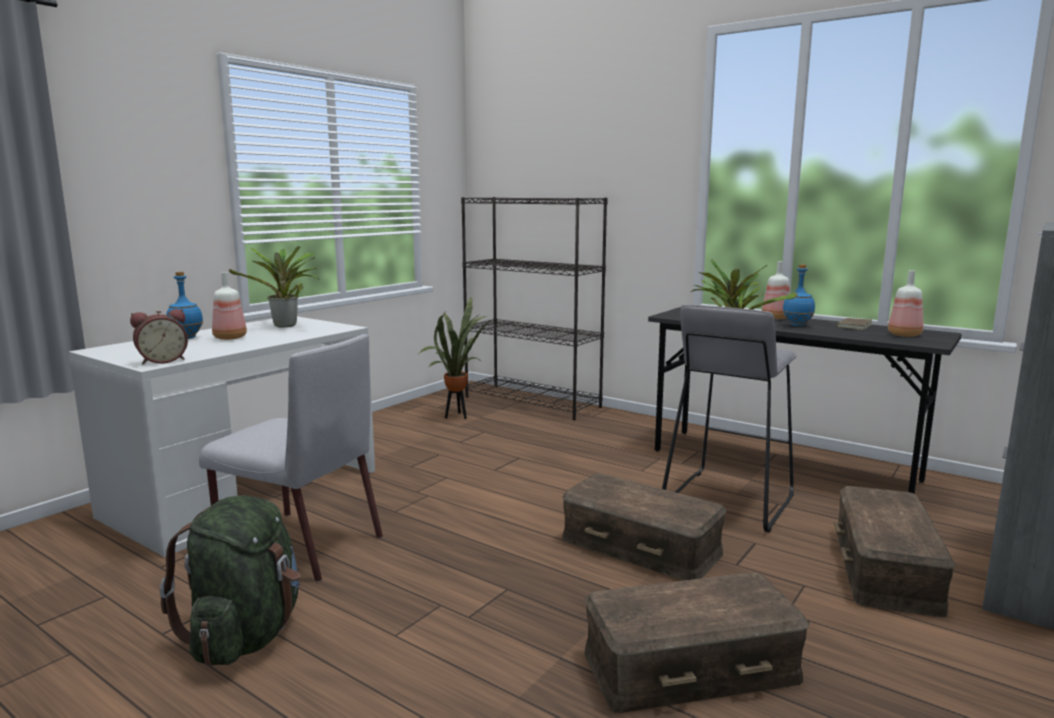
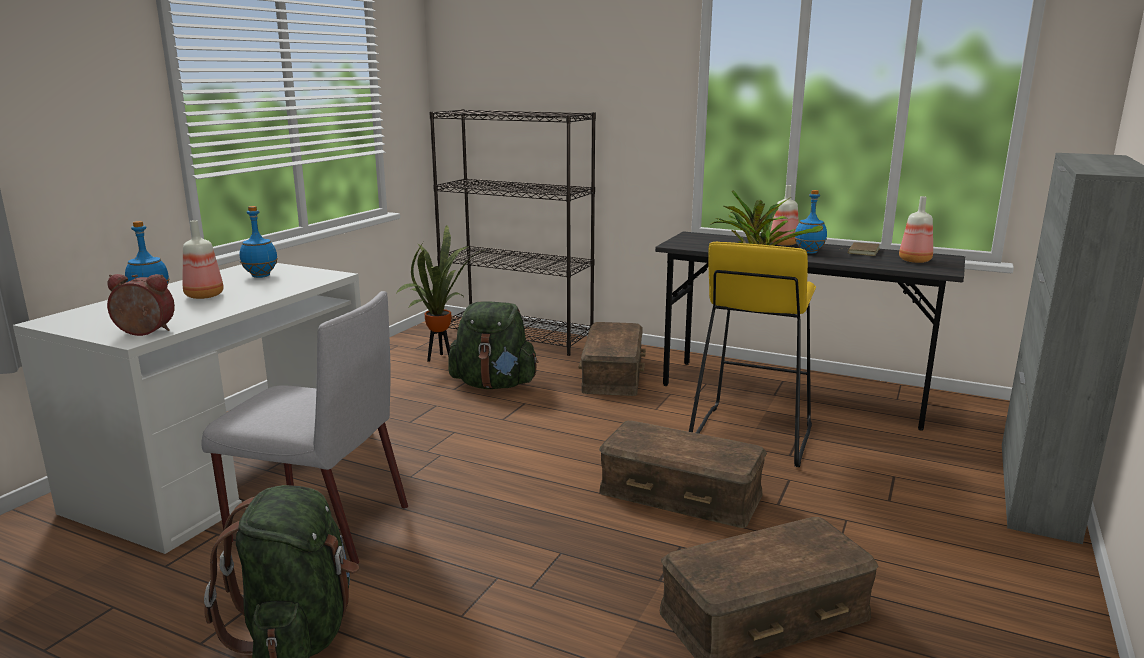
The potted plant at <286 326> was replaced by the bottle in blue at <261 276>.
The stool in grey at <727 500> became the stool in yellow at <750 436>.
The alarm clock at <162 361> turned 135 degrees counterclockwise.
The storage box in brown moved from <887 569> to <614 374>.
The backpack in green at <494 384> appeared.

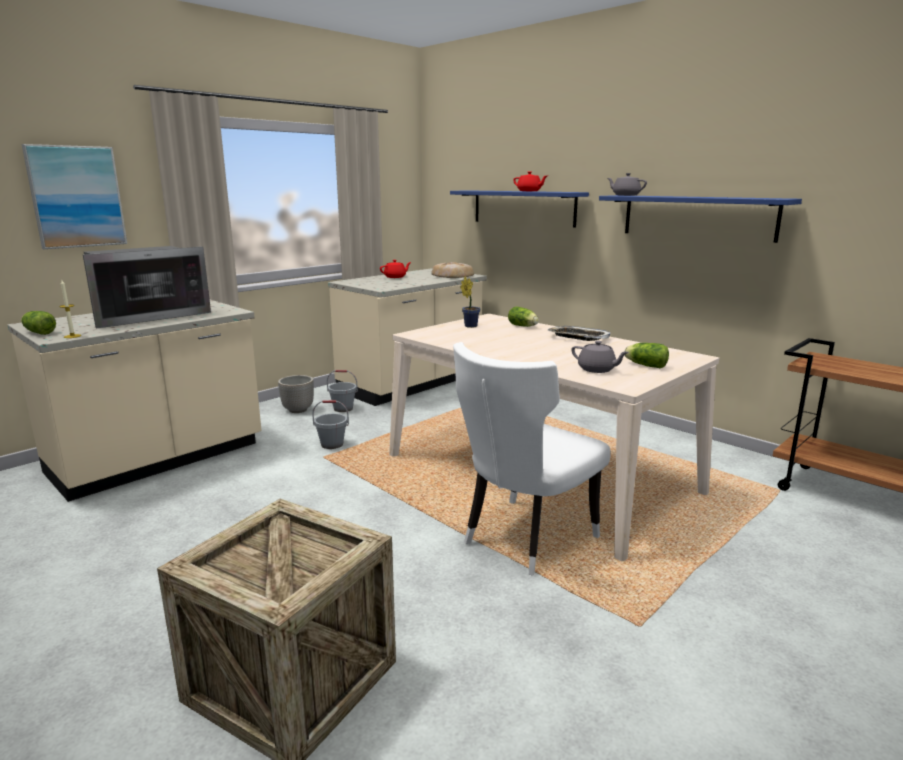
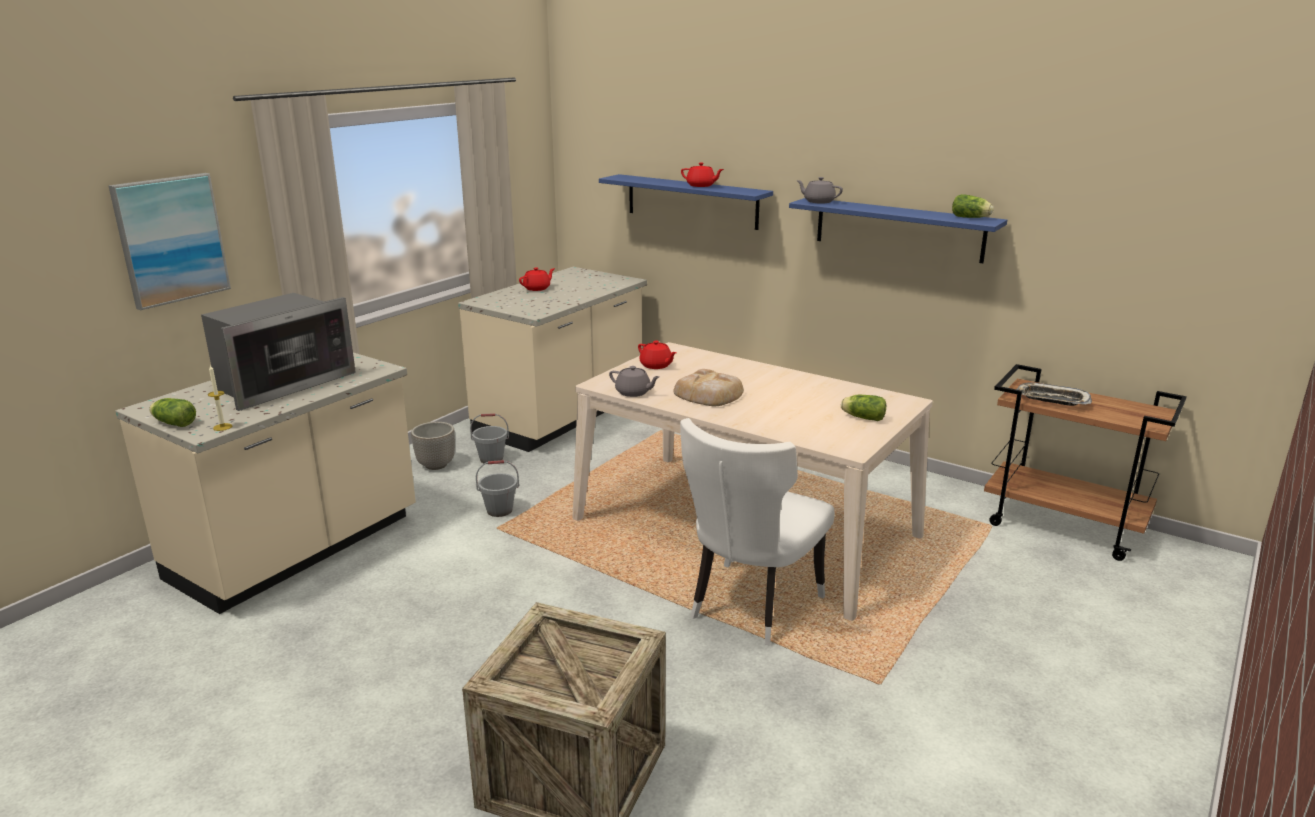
The bread moved from <452 275> to <709 395>.
The potted plant at <469 326> was replaced by the teapot in red at <656 366>.
The lettuce moved from <523 326> to <971 218>.
The tray moved from <578 337> to <1052 399>.
The teapot in grey moved from <597 369> to <633 392>.

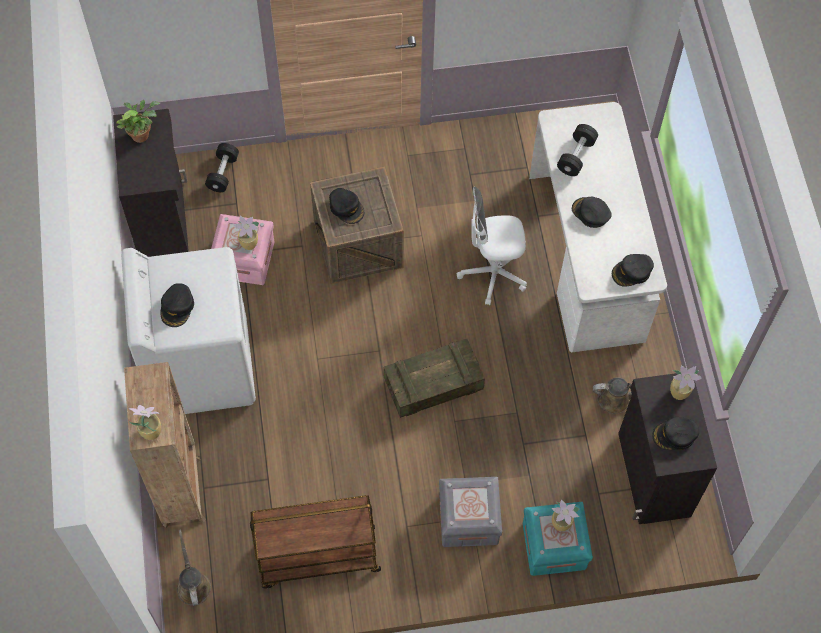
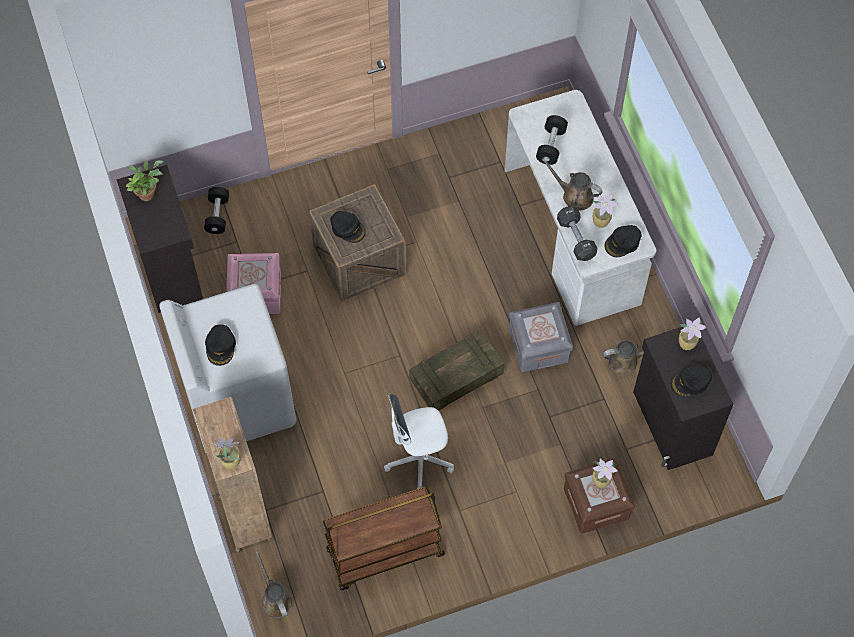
The office chair in white moved from <493 274> to <419 460>.
The cap in black at <590 213> was replaced by the watering can in brown at <574 196>.
The potted plant moved from <250 244> to <601 222>.
The storage box in grey moved from <468 519> to <538 346>.
The storage box in turquoise at <554 546> became the storage box in brown at <596 503>.
The dumbbell in black at <576 238> appeared.

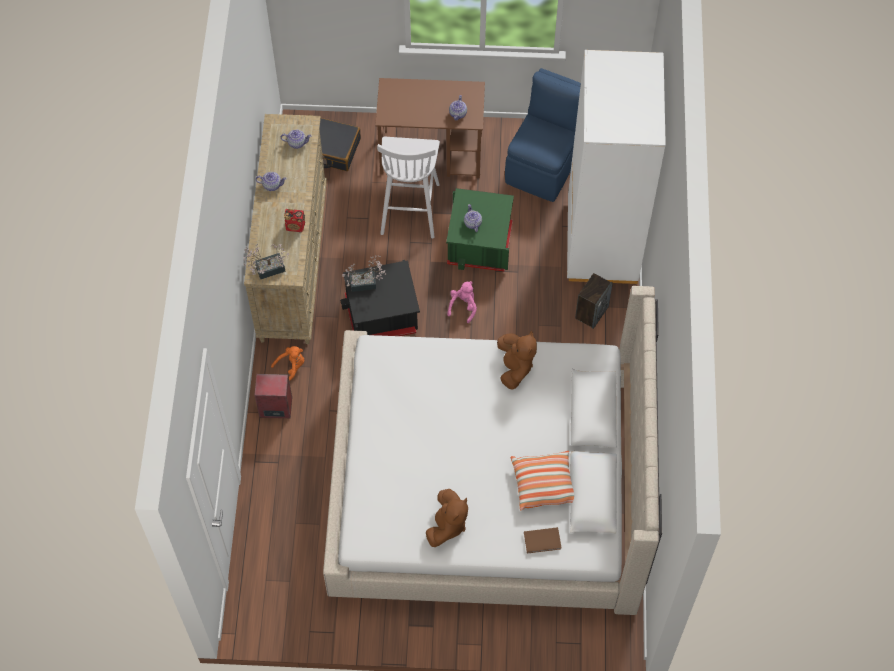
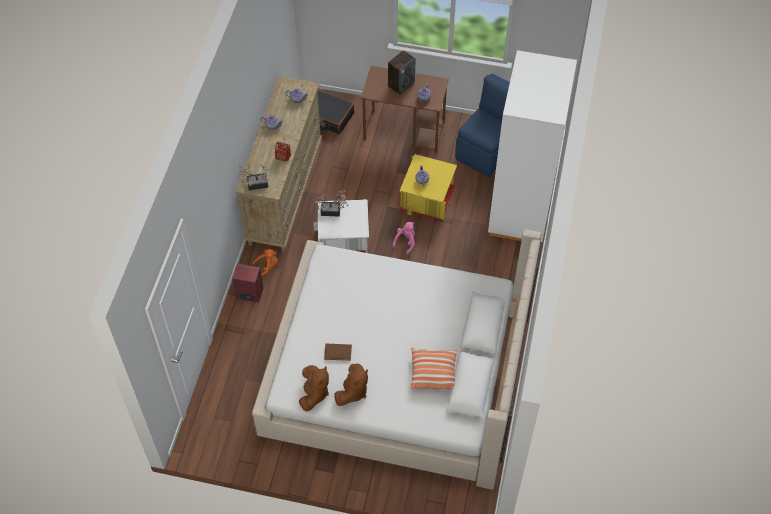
The stool in white at <410 207> disappeared.
The storage box in green at <480 242> became the storage box in yellow at <428 197>.
The storage box in black at <382 314> became the storage box in white at <343 238>.
The speaker moved from <591 312> to <401 84>.
The plush toy in brown moved from <515 367> to <314 394>.
The book in brown moved from <543 541> to <338 353>.

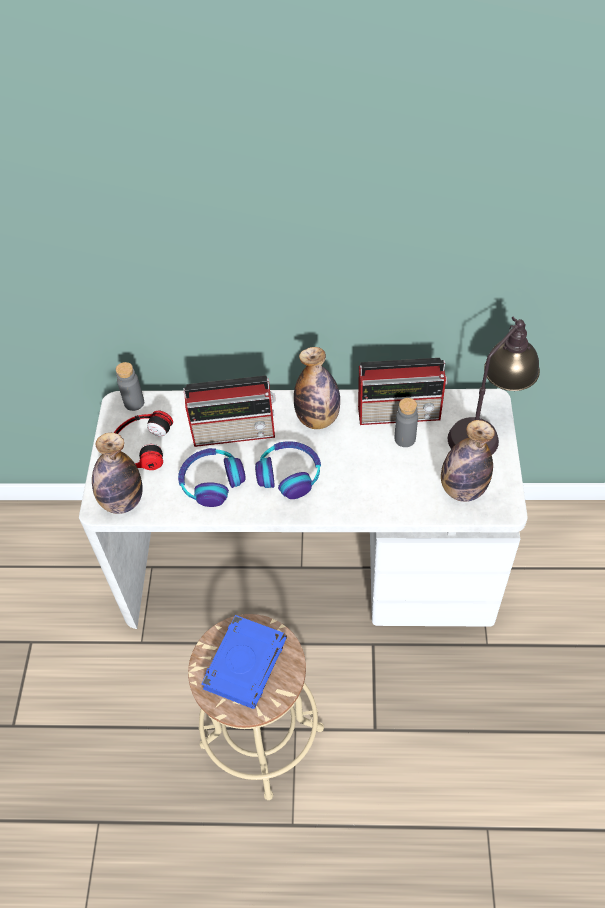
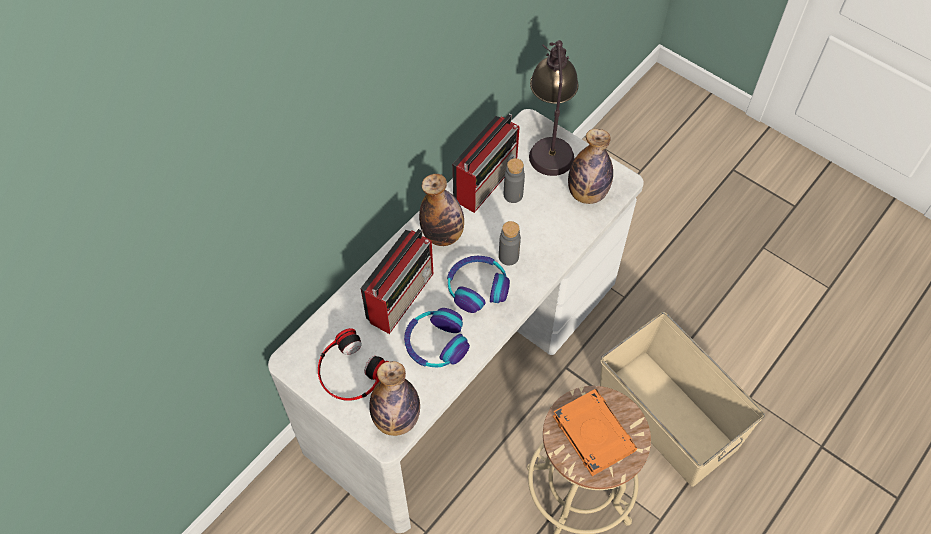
The bottle in grey moved from <134 403> to <508 257>.
The book in blue at <245 663> became the book in orange at <592 433>.
The storage box in beige at <667 417> appeared.

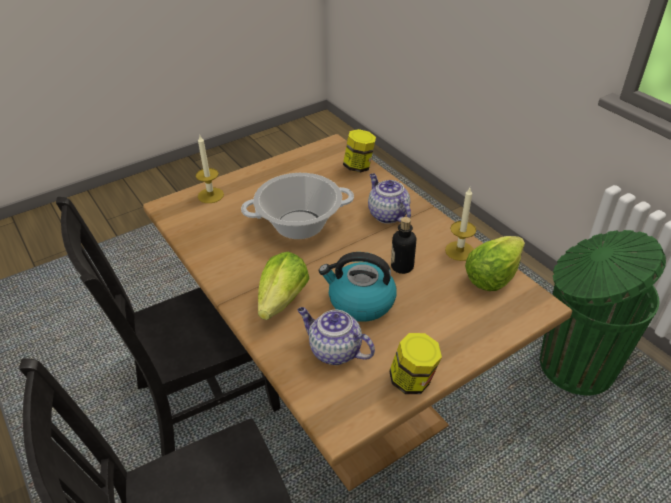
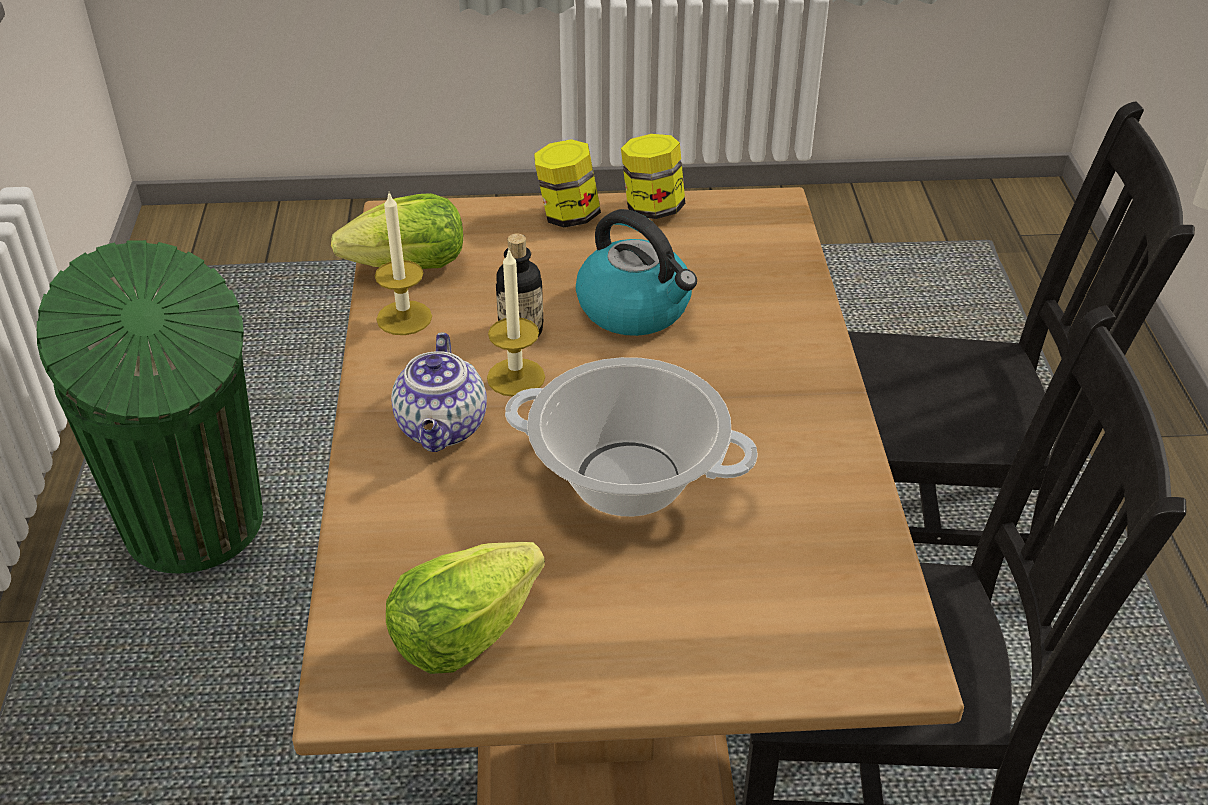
The jar moved from <359 166> to <568 216>.
The candle moved from <210 195> to <516 377>.
The lettuce moved from <283 300> to <463 634>.
The teapot at <334 351> disappeared.

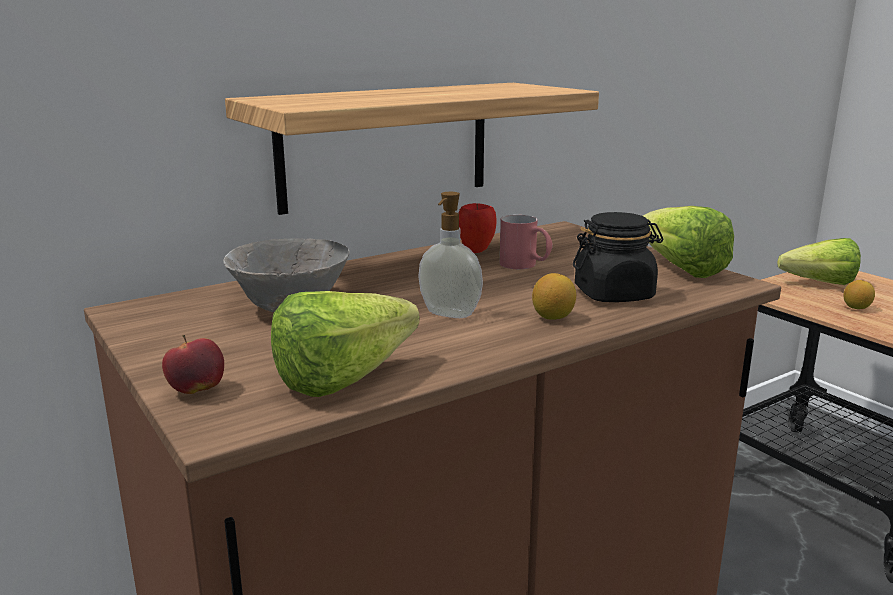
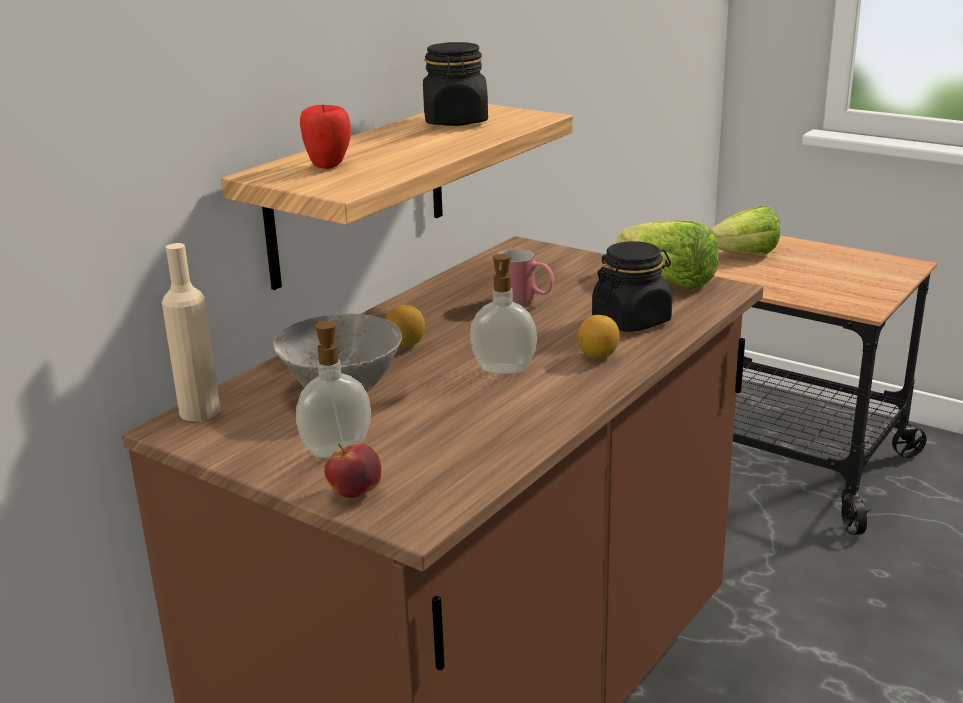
The apple moved from <476 250> to <328 165>.
The lemon moved from <856 308> to <405 344>.
The lettuce at <356 377> disappeared.
The jar in black at <456 121> appeared.
The bottle in beige at <200 411> appeared.
The soap dispenser at <336 449> appeared.

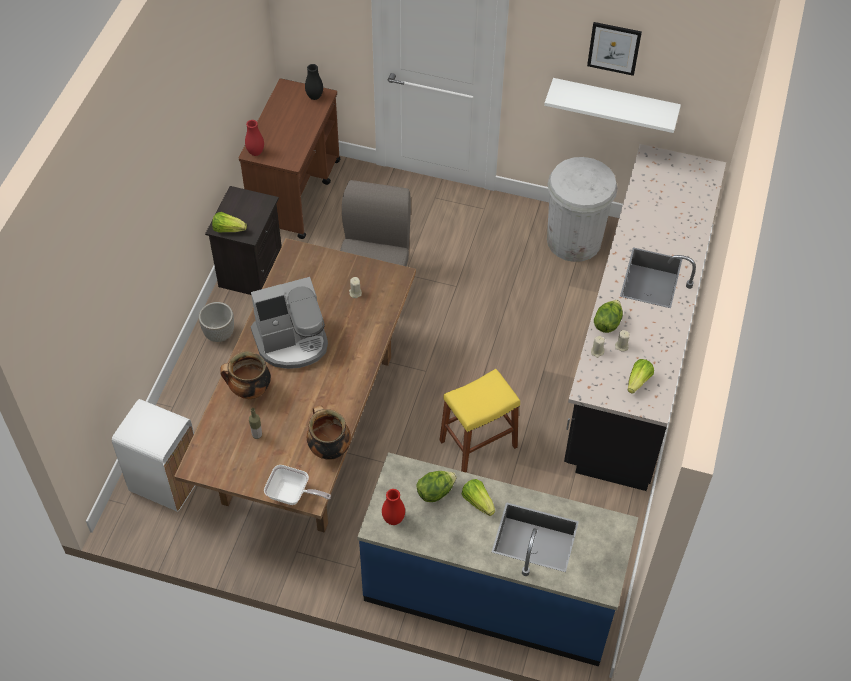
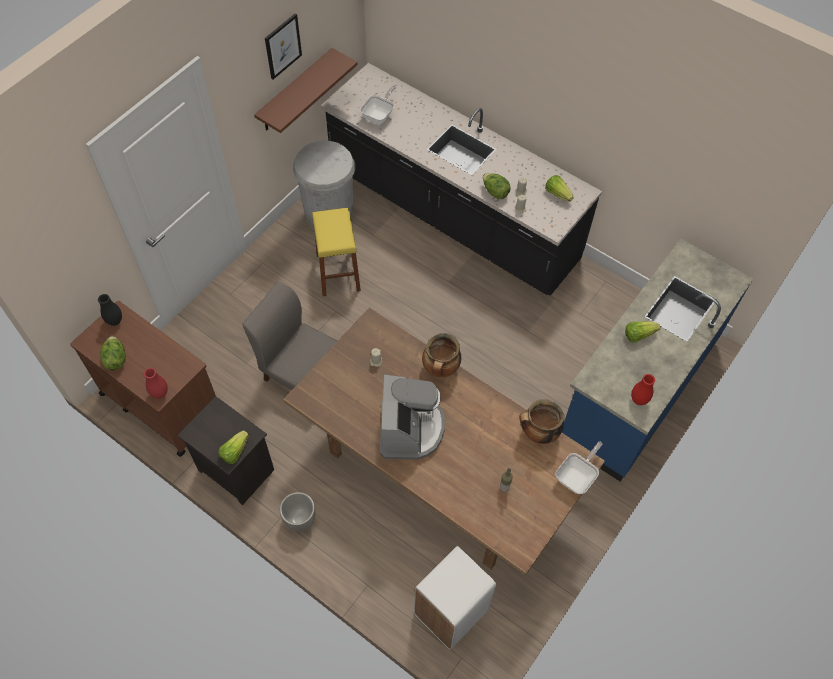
The shelf in white at <614 103> became the shelf in brown at <295 91>.
The cooking pot moved from <249 391> to <441 369>.
The stool in yellow moved from <478 444> to <338 272>.
The lettuce moved from <435 492> to <115 359>.
The frying pan at <379 115> appeared.

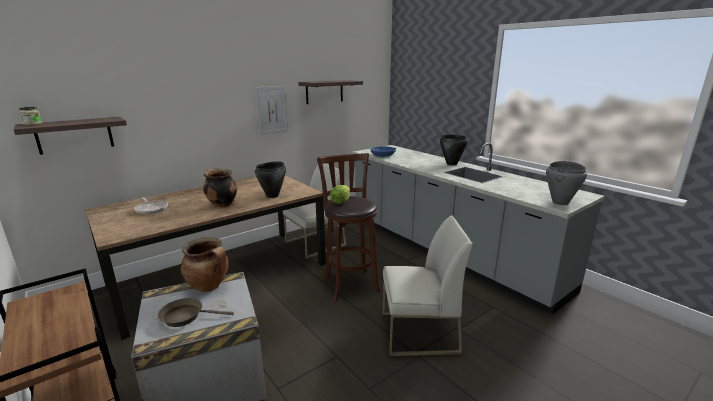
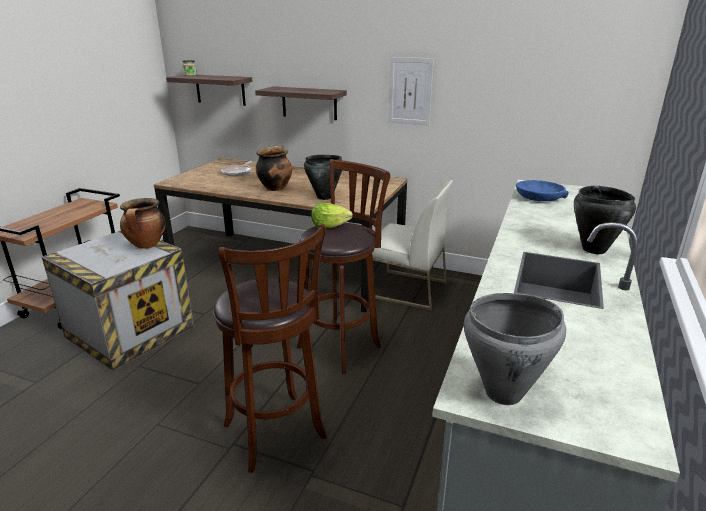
The shelf moved from <324 92> to <309 103>.
The chair in white at <418 333> was replaced by the stool in brown at <277 435>.
The frying pan in brown at <186 317> disappeared.

